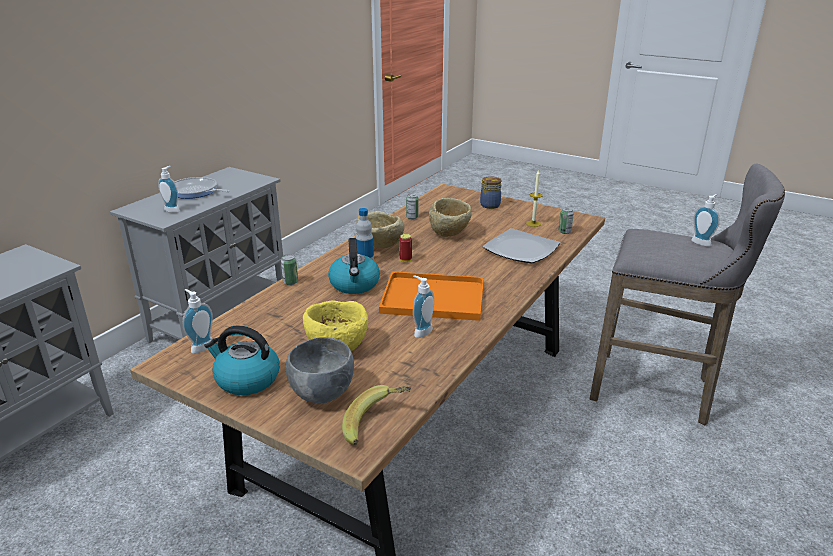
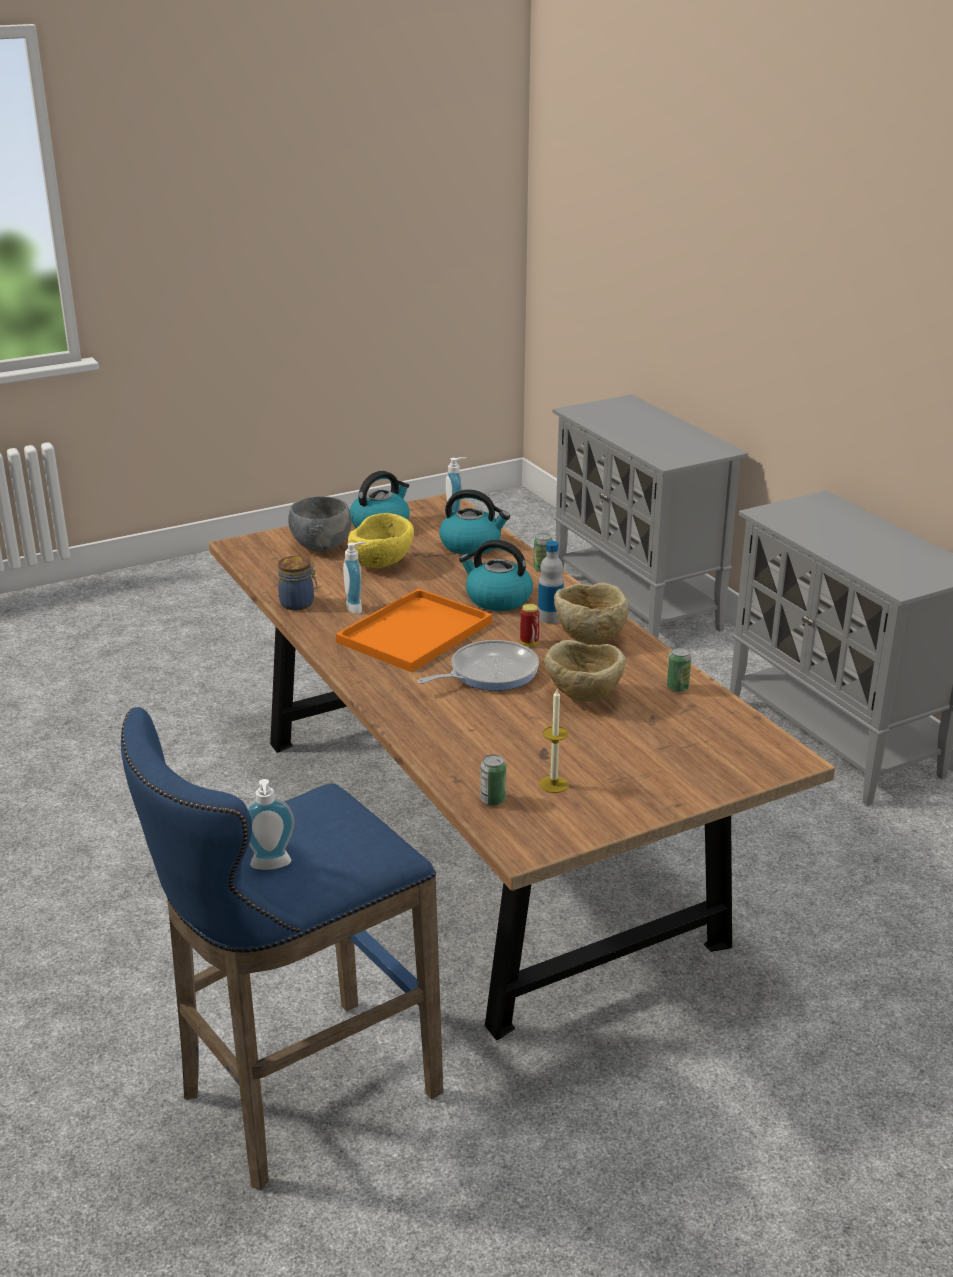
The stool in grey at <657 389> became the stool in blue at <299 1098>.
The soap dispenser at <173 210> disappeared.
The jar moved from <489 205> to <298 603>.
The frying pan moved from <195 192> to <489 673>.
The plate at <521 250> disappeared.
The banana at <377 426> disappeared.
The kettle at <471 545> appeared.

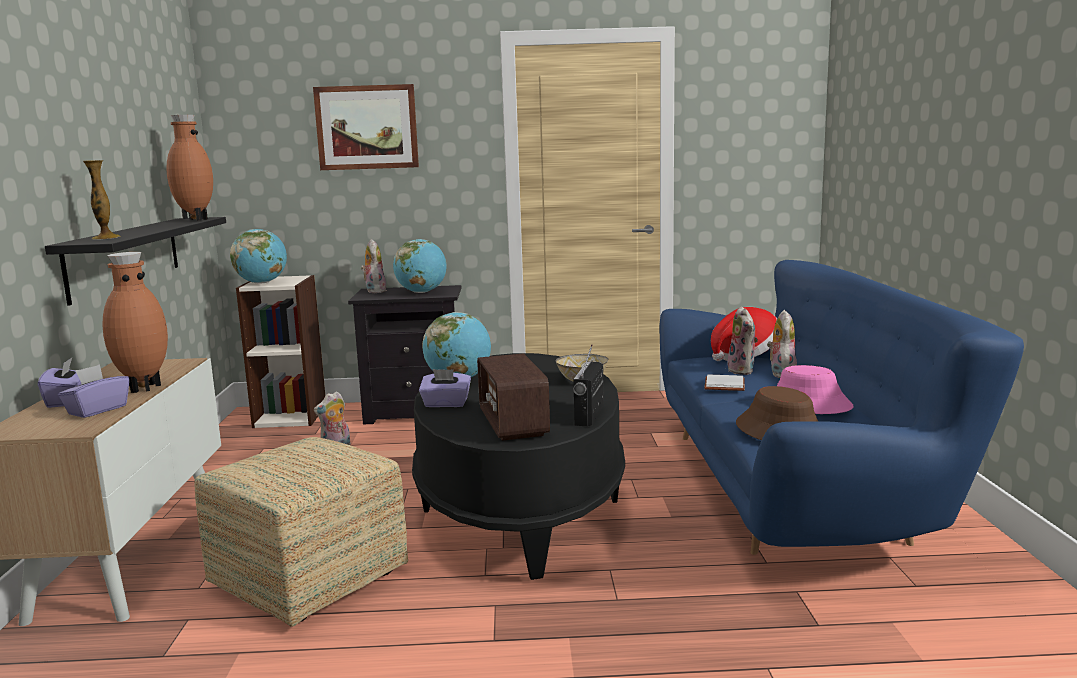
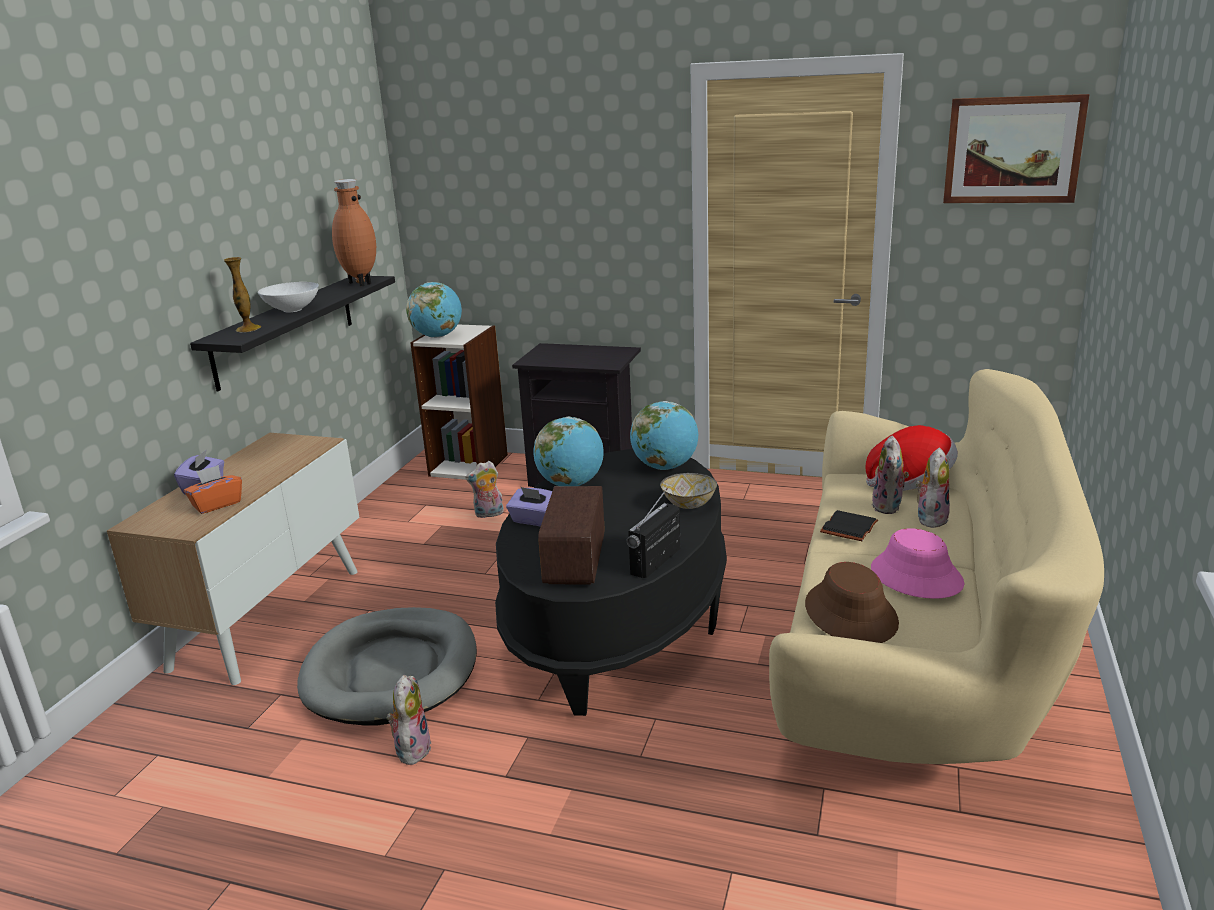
The picture moved from <367 127> to <1012 150>.
The plush toy moved from <374 291> to <412 749>.
The globe moved from <421 292> to <665 467>.
The vase in brown at <142 388> disappeared.
The sofa in blue at <797 493> became the sofa in beige at <915 658>.
The tissue box in purple at <97 410> became the tissue box in orange at <217 504>.
The book in white at <723 385> became the book in black at <847 527>.
The ottoman at <310 579> was replaced by the dog bed in grey at <391 671>.
The bowl in white at <293 310> appeared.

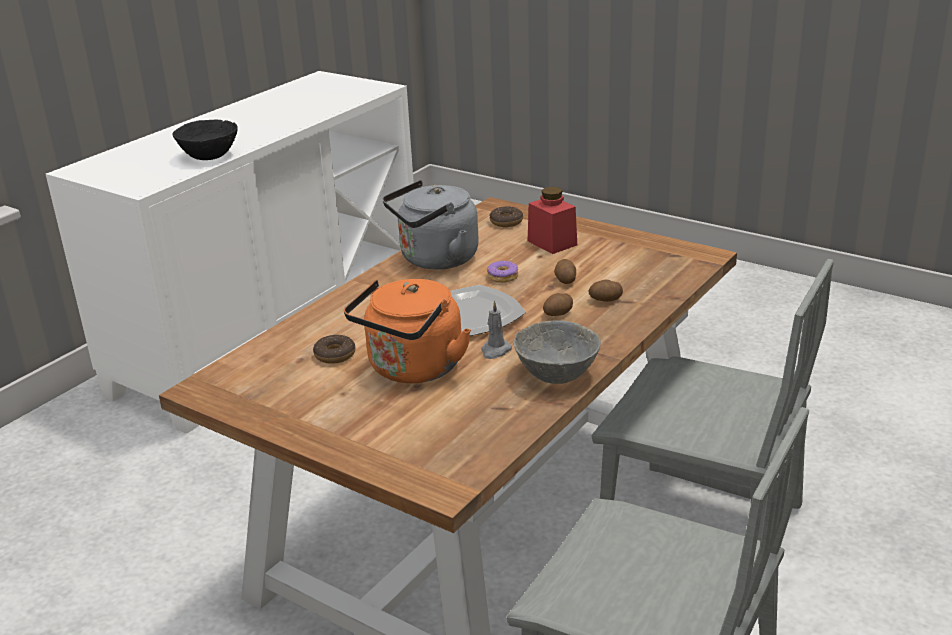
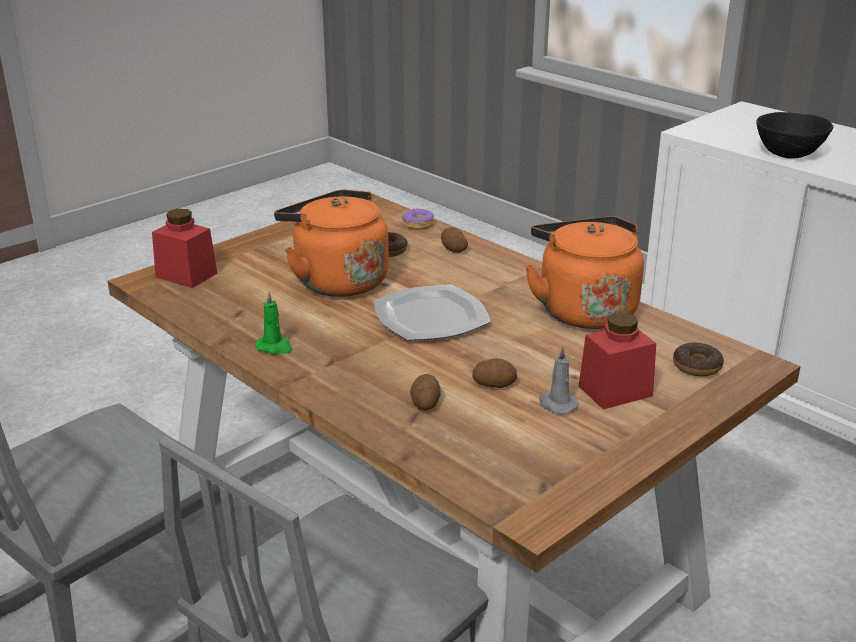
The kettle in grey at <435 260> became the kettle in orange at <583 309>.
The donut moved from <503 277> to <418 225>.
The potato moved from <558 314> to <453 249>.
The candle in grey moved from <495 351> to <557 404>.
The bowl in grey at <557 374> was replaced by the candle in green at <275 347>.
The jar in red at <186 275> appeared.

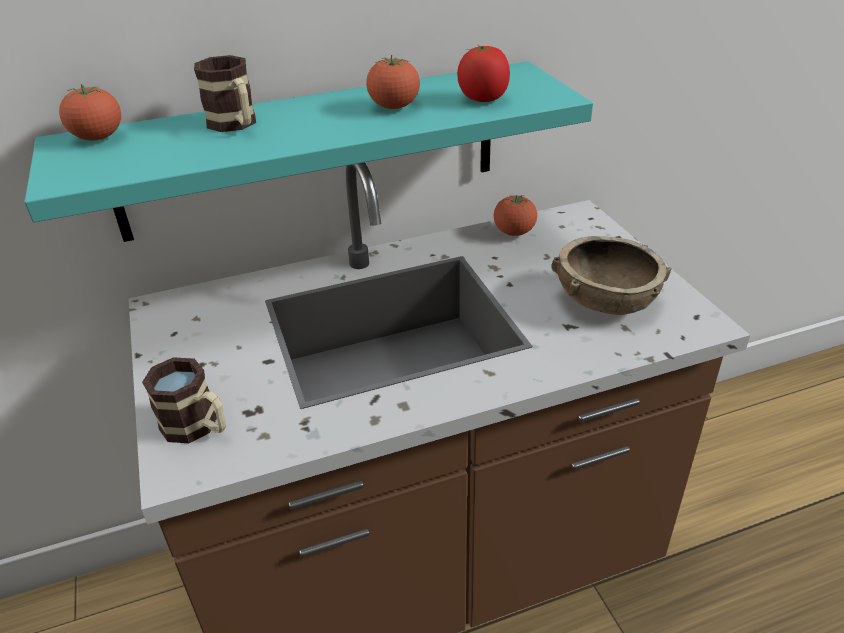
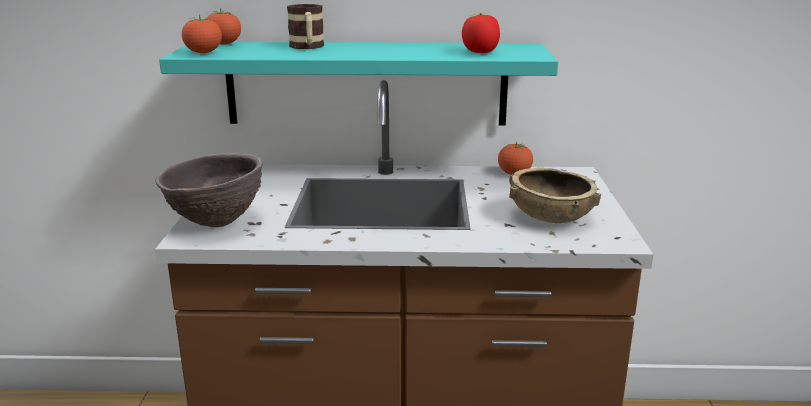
The tomato moved from <394 107> to <203 53>.
The mug at <198 427> was replaced by the bowl in brown at <215 223>.

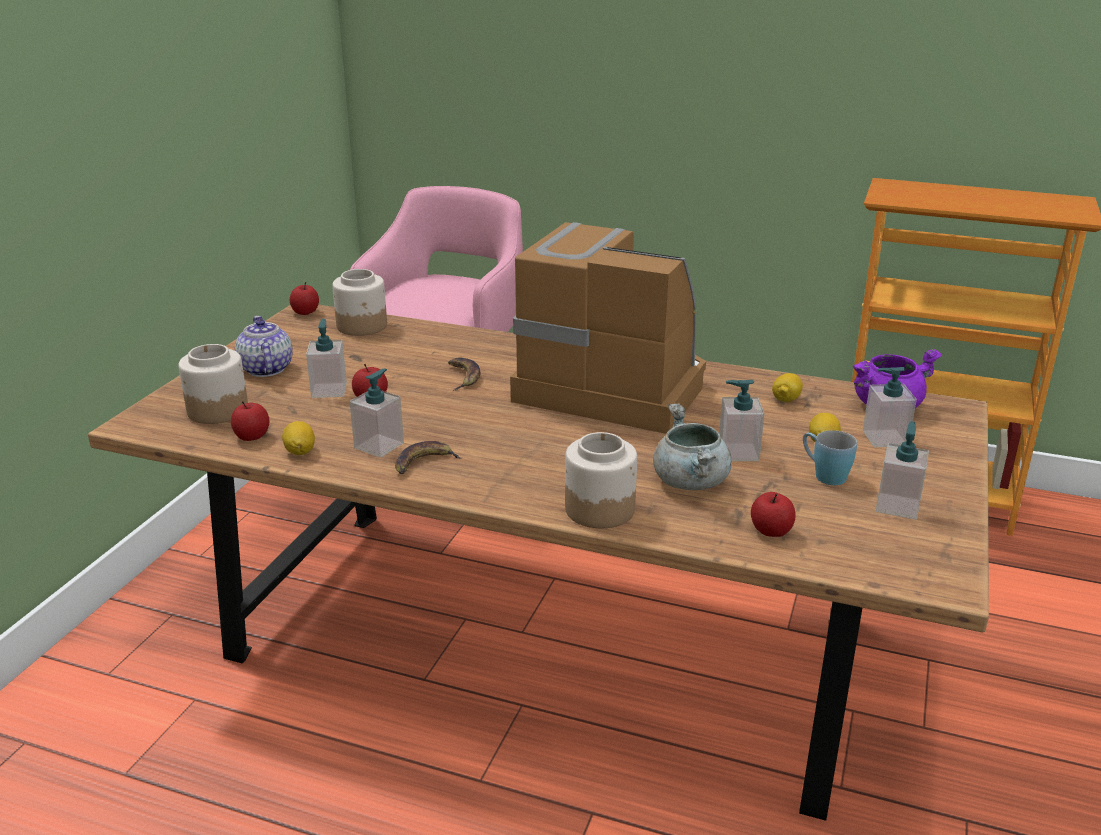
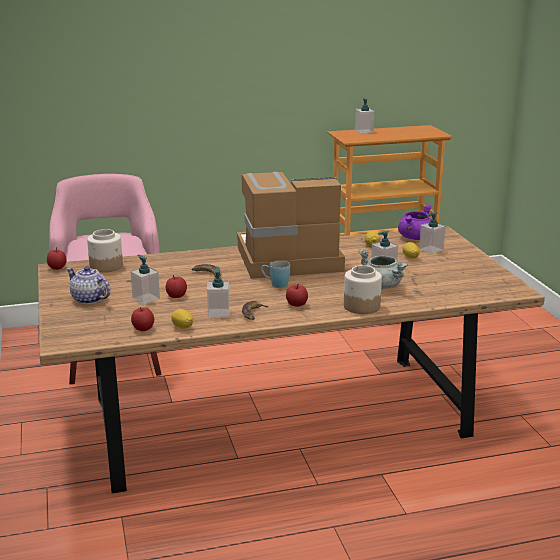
The jar at <217 410> disappeared.
The soap dispenser moved from <897 506> to <364 131>.
The mug in blue moved from <823 475> to <275 284>.
The apple moved from <771 531> to <296 304>.

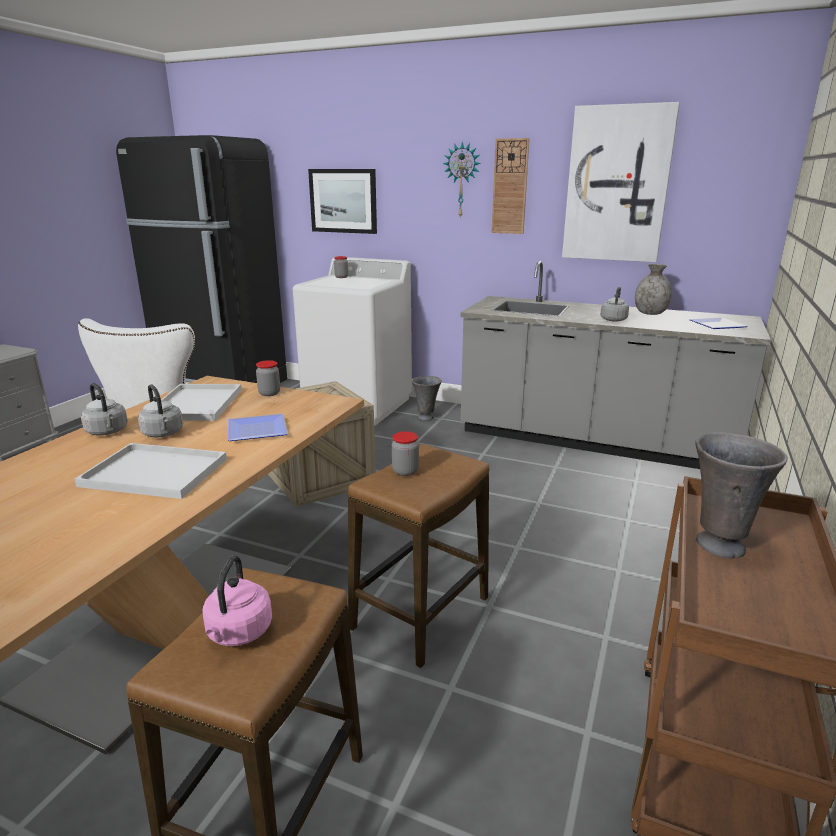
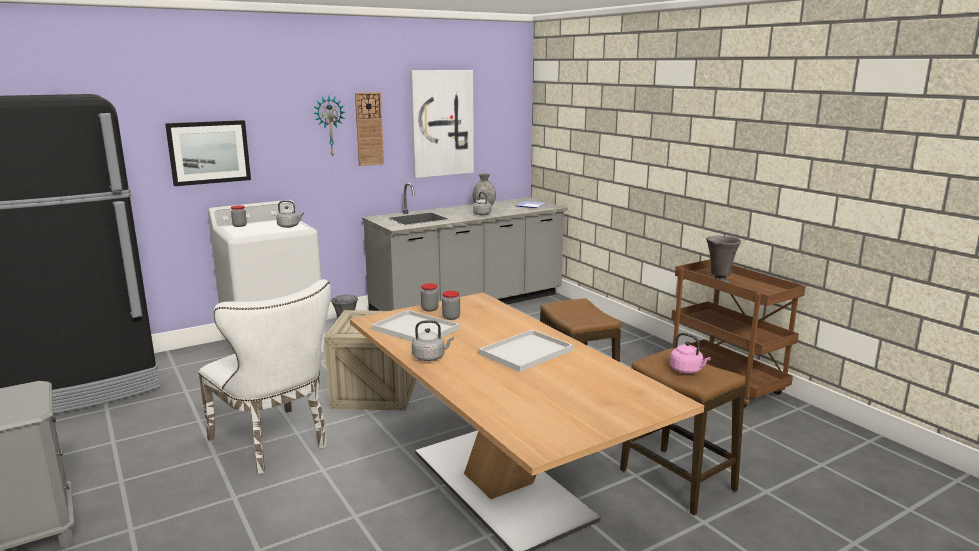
The kettle in grey moved from <163 434> to <289 226>.
The plate at <255 430> disappeared.
The jar moved from <405 471> to <451 317>.

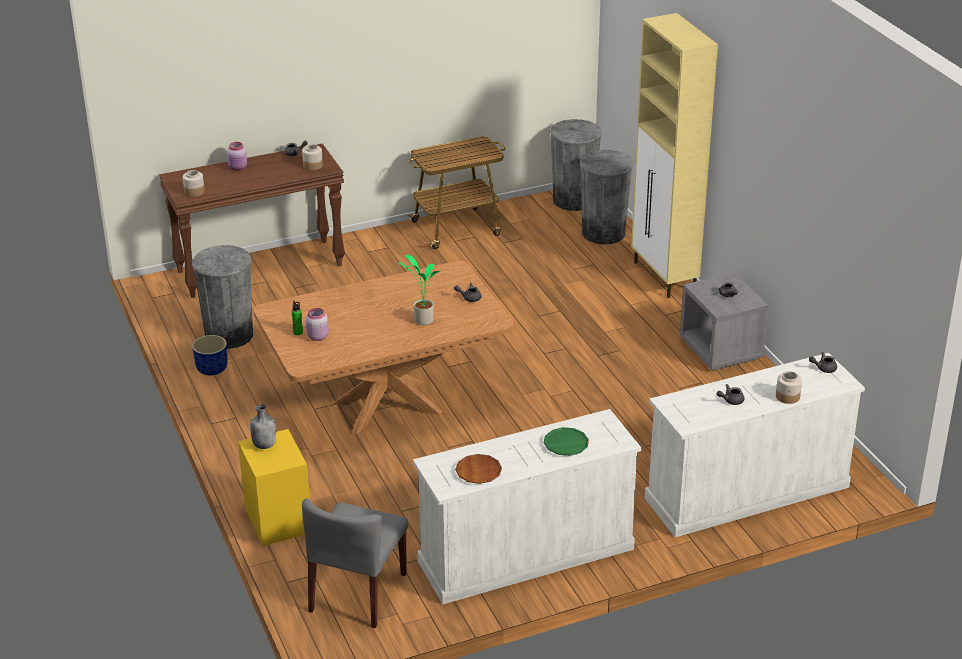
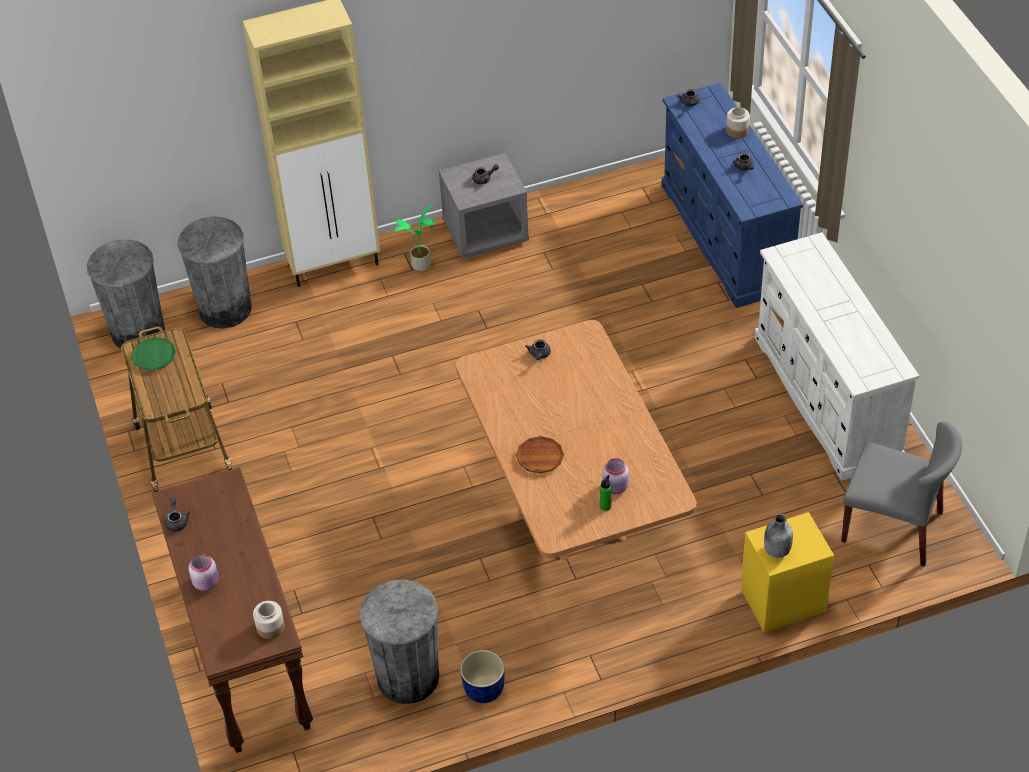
The jar at <313 165> disappeared.
The potted plant moved from <422 320> to <421 266>.
The dresser in white at <746 493> became the dresser in blue at <726 237>.
The plate in green moved from <566 444> to <154 356>.
The plate in brown moved from <478 472> to <540 457>.

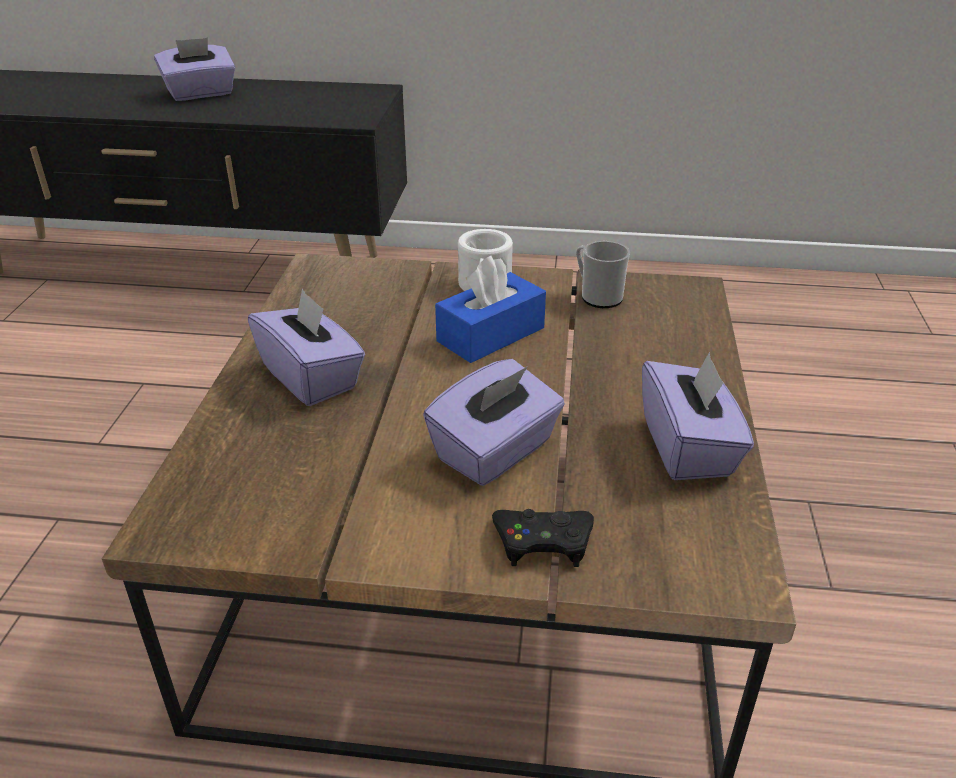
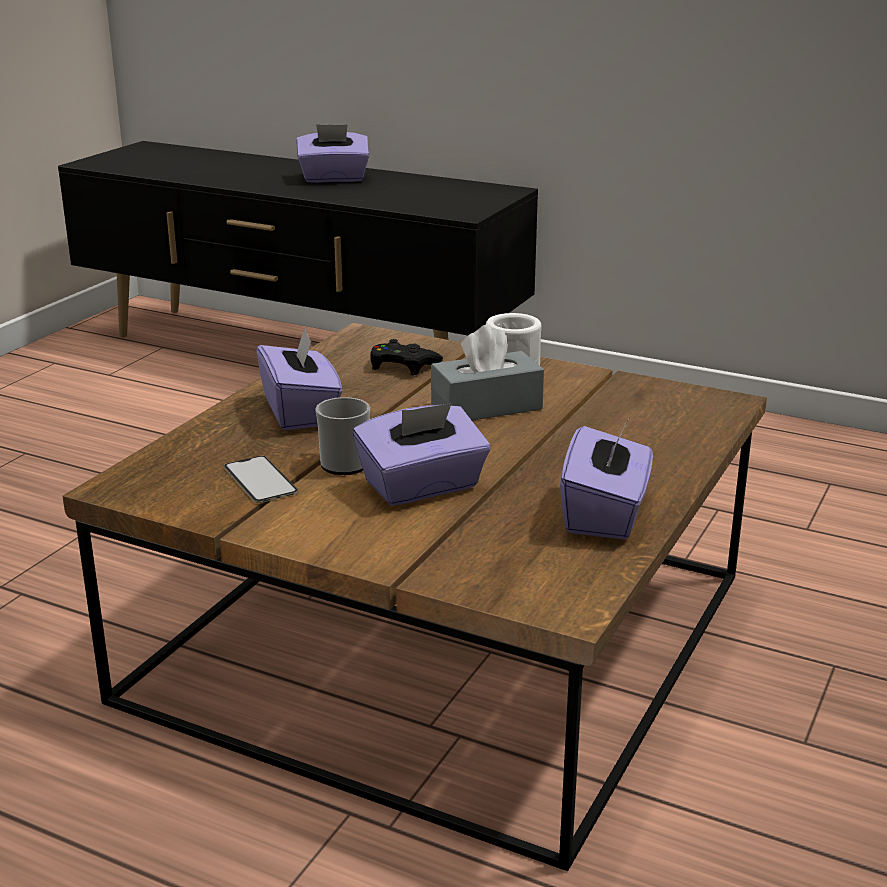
The mug moved from <597 296> to <341 462>.
The tissue box in blue at <490 334> became the tissue box in grey at <486 406>.
The game controller in black moved from <543 541> to <402 365>.
The phone at <260 480> appeared.

